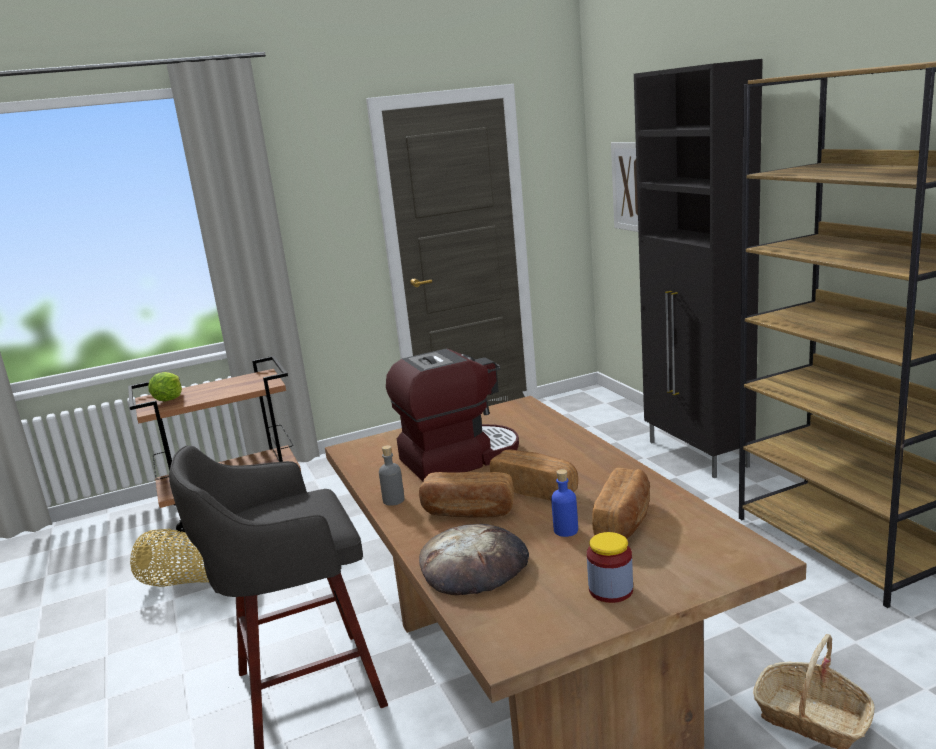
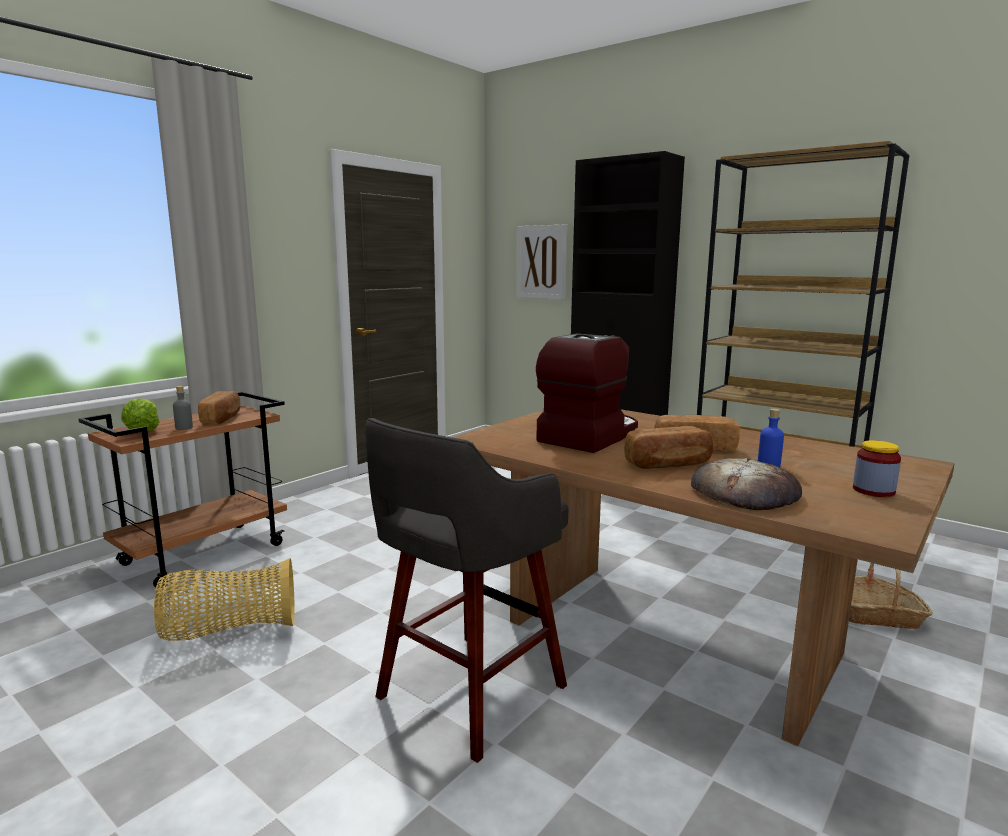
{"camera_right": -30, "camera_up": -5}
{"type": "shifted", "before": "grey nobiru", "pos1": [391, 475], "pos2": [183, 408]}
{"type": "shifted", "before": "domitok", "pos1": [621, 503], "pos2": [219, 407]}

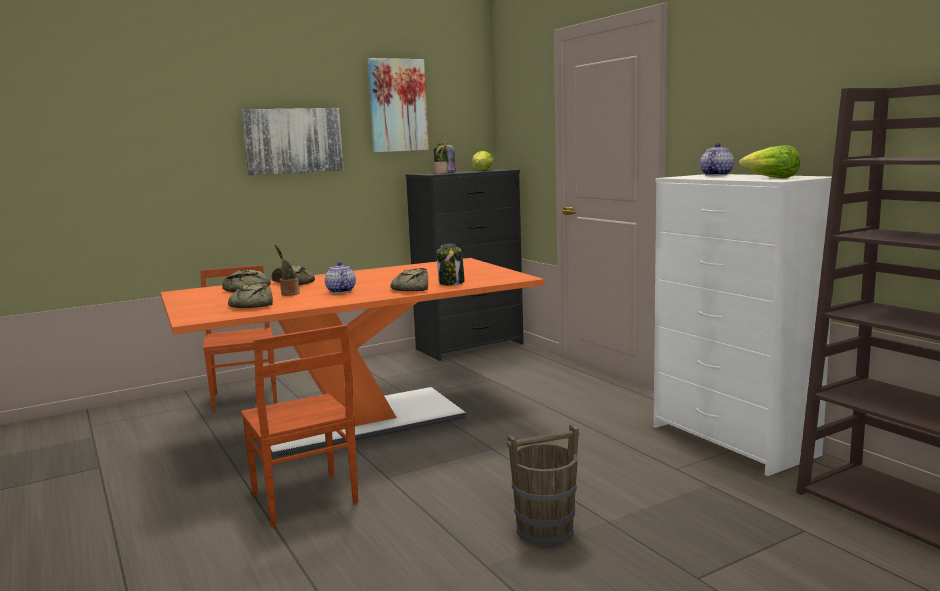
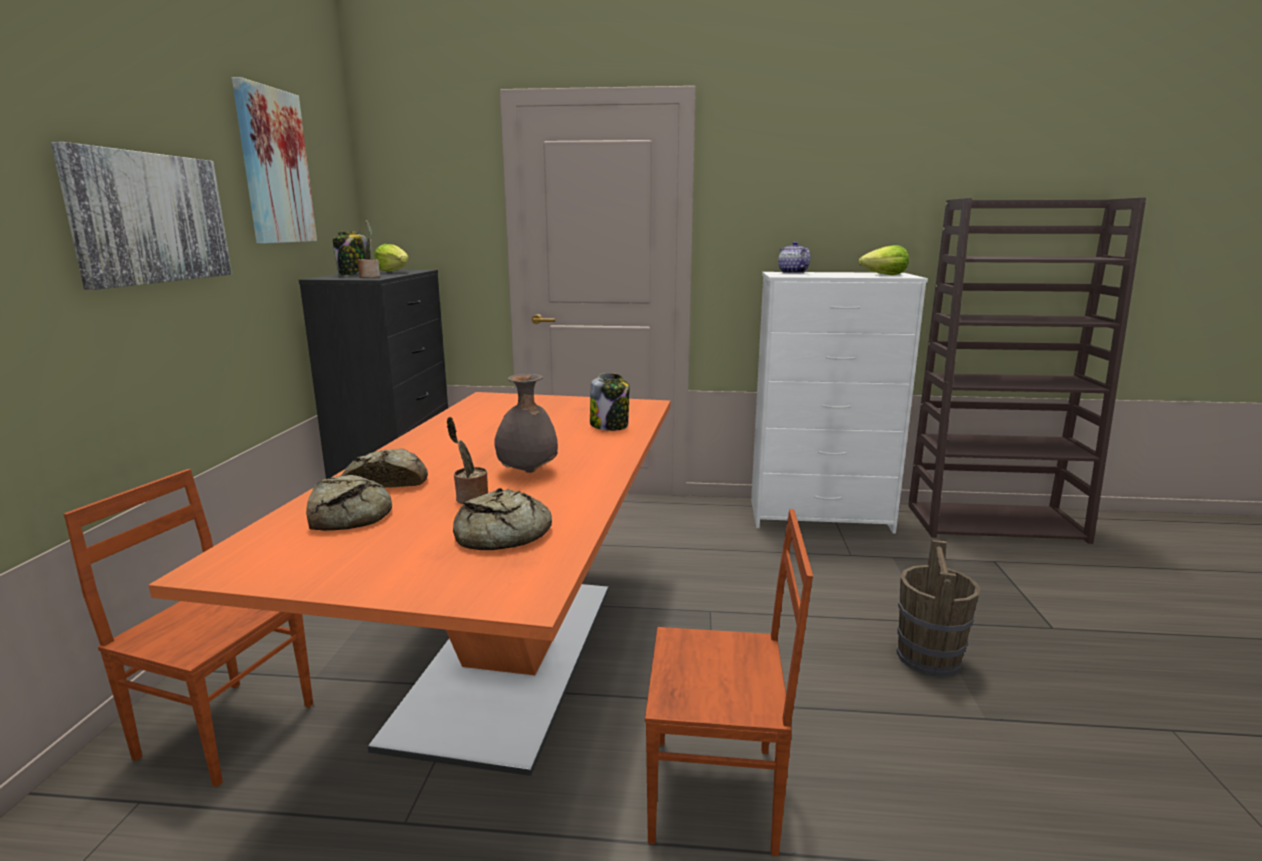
{"camera_right": -55, "camera_up": 5}
{"type": "swapped", "before": "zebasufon", "after": "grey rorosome", "pos1": [340, 277], "pos2": [526, 423]}
{"type": "gone", "before": "domitok", "pos1": [409, 279]}

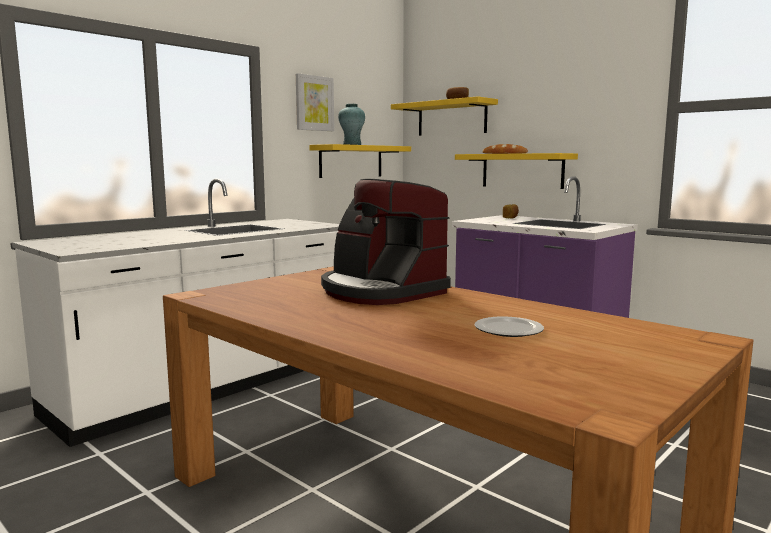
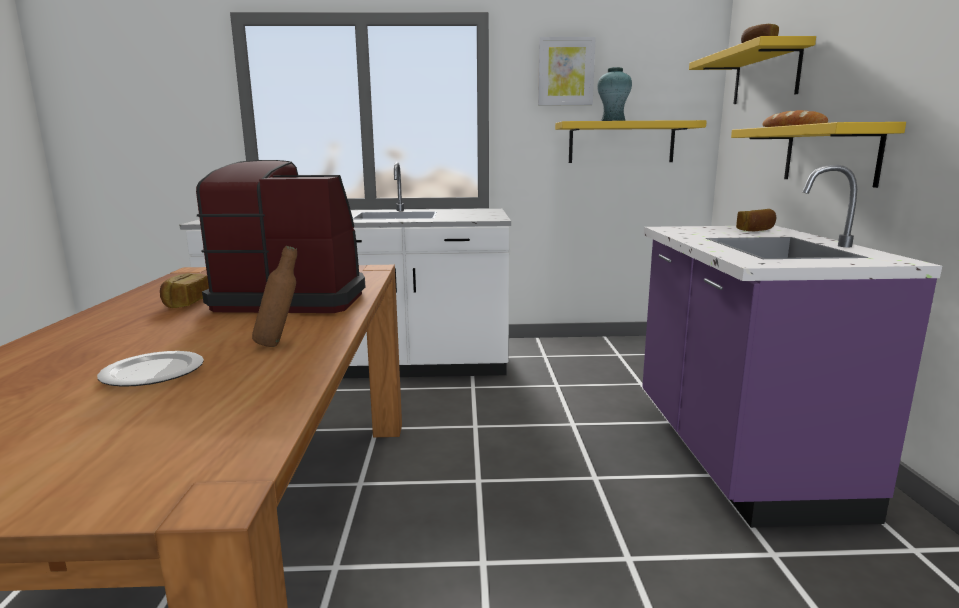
{"camera_right": 45, "camera_up": 5}
{"type": "rotated", "before": "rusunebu", "pos1": [386, 242], "pos2": [280, 236], "turn": 90}
{"type": "new", "after": "domitok", "pos2": [184, 290]}
{"type": "new", "after": "brown nobiru", "pos2": [274, 296]}

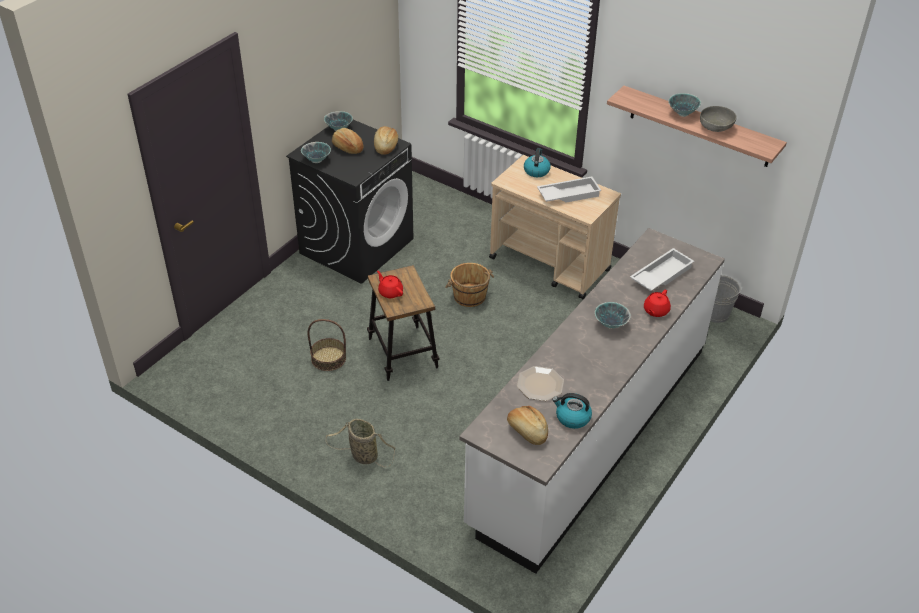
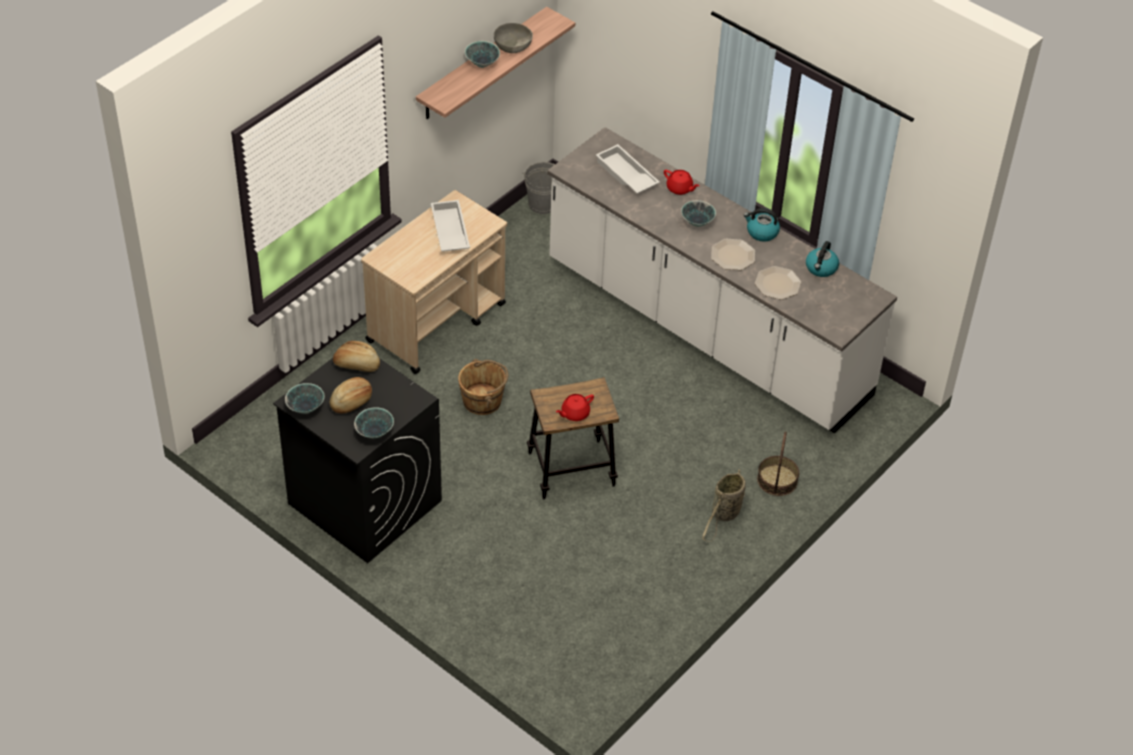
{"camera_right": -85, "camera_up": 5}
{"type": "shifted", "before": "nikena", "pos1": [327, 345], "pos2": [778, 464]}
{"type": "gone", "before": "domitok", "pos1": [527, 425]}
{"type": "shifted", "before": "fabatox", "pos1": [537, 162], "pos2": [762, 225]}
{"type": "new", "after": "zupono", "pos2": [733, 254]}

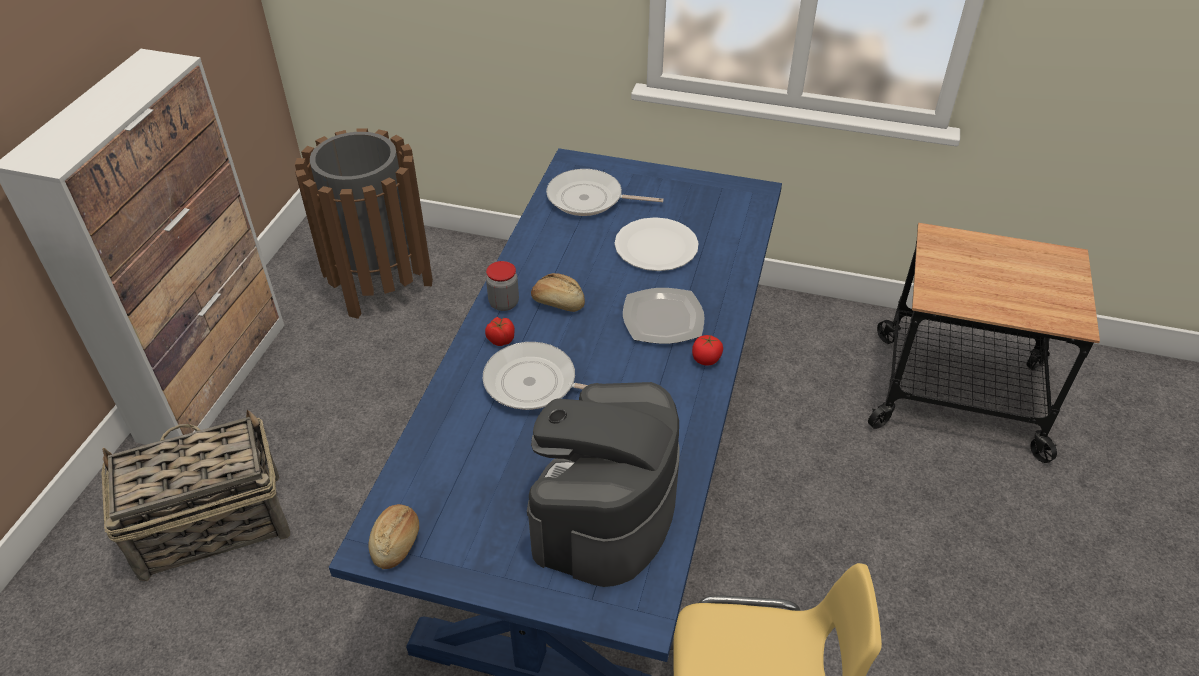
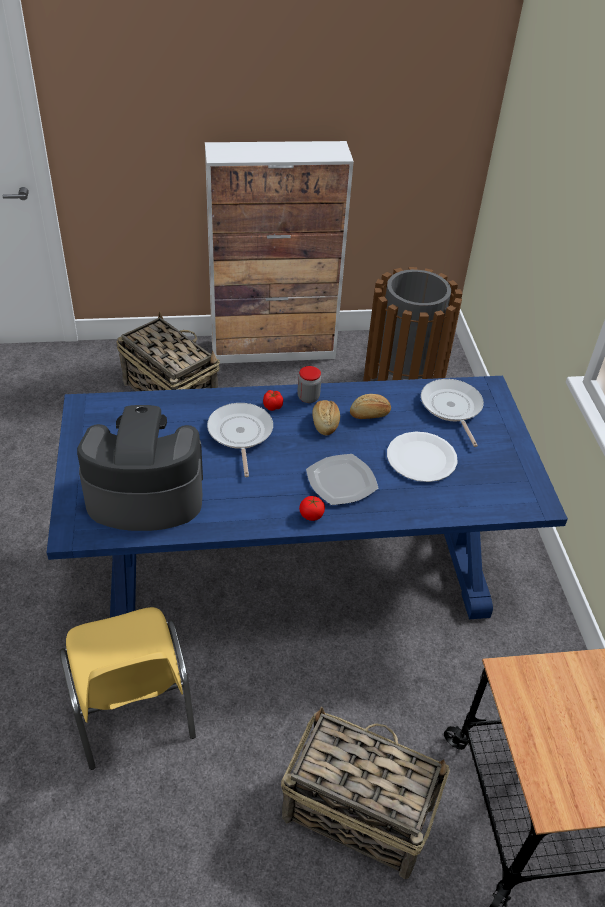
{"camera_right": 65, "camera_up": 0}
{"type": "shifted", "before": "domitok", "pos1": [393, 537], "pos2": [370, 406]}
{"type": "new", "after": "nikena", "pos2": [365, 793]}

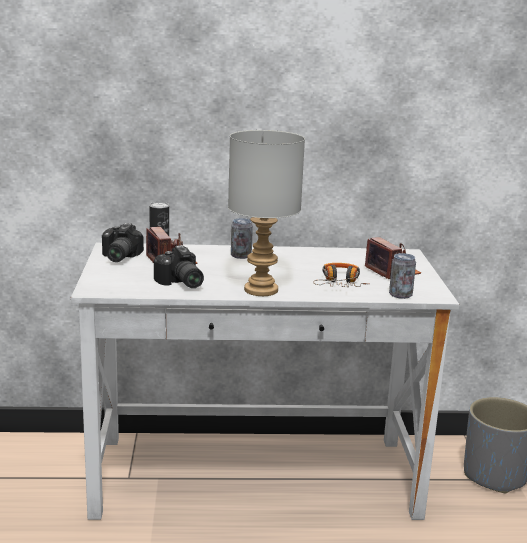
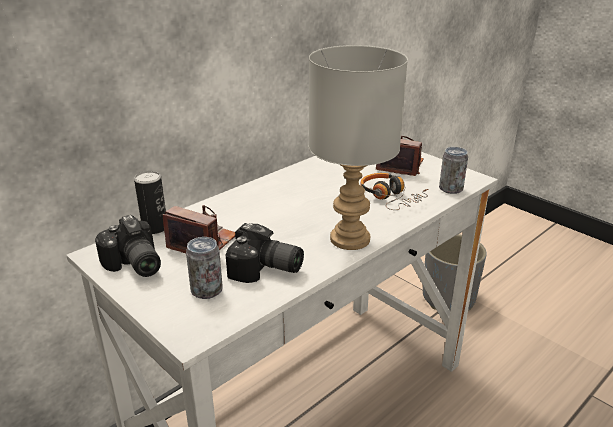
{"camera_right": -40, "camera_up": 10}
{"type": "shifted", "before": "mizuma", "pos1": [242, 238], "pos2": [204, 268]}

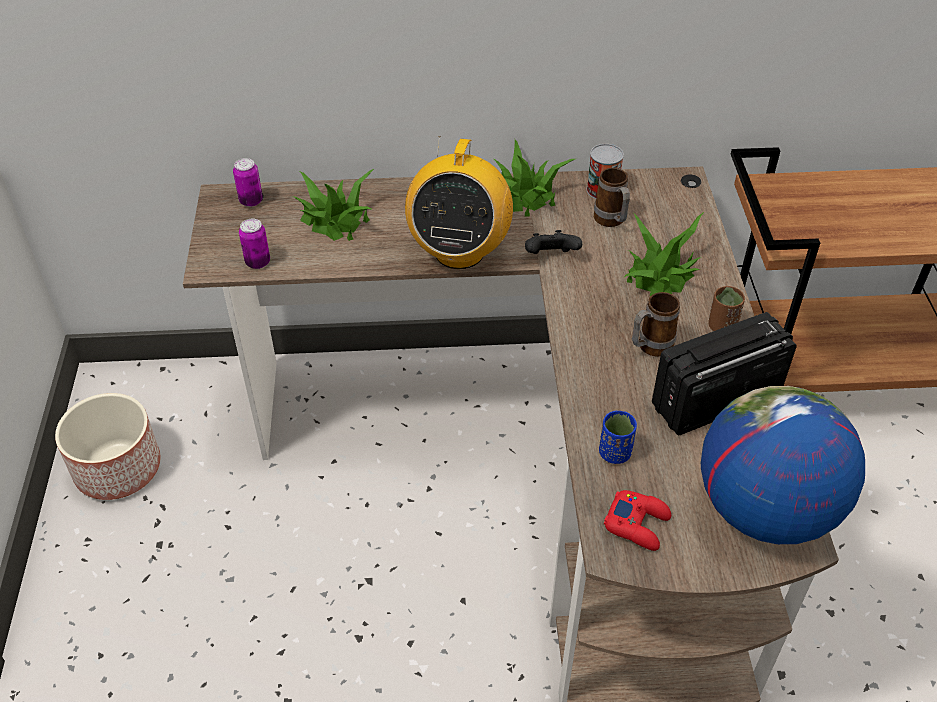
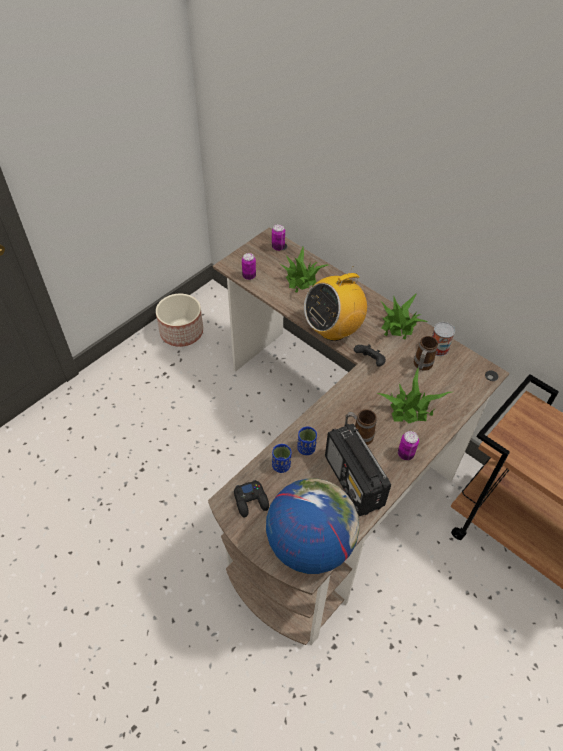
{"camera_right": 45, "camera_up": 5}
{"type": "repainted", "before": "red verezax", "after": "black verezax", "pos1": [637, 520], "pos2": [251, 498]}
{"type": "rotated", "before": "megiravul", "pos1": [724, 374], "pos2": [358, 470], "turn": -135}
{"type": "swapped", "before": "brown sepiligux", "after": "mizuma", "pos1": [726, 308], "pos2": [408, 445]}
{"type": "new", "after": "blue sepiligux", "pos2": [307, 440]}

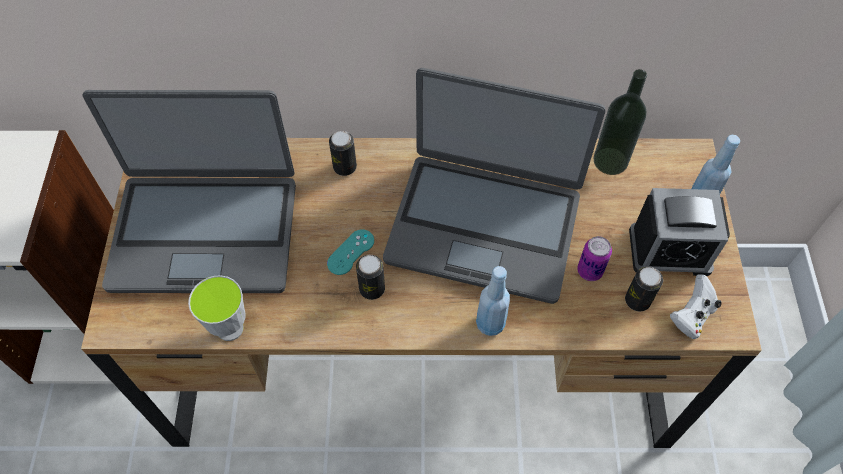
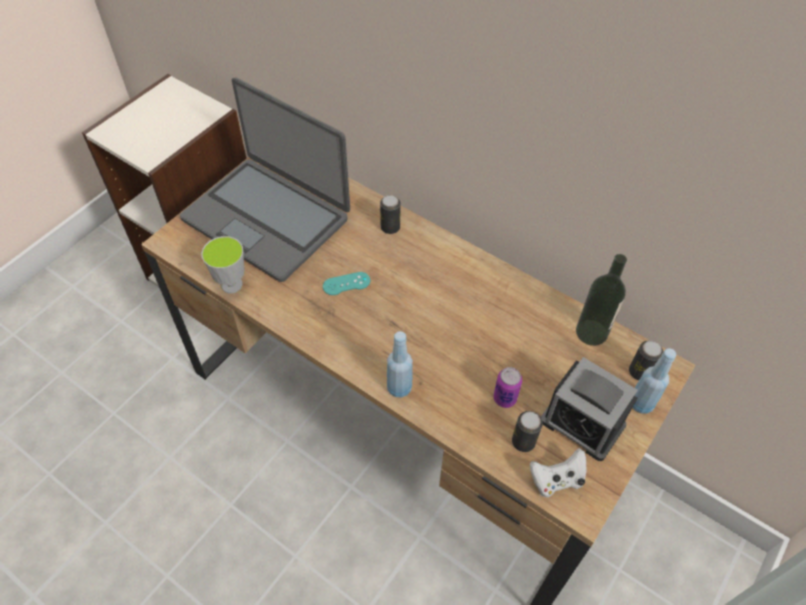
{"camera_right": 35, "camera_up": -5}
{"type": "shifted", "before": "mizuma", "pos1": [370, 277], "pos2": [646, 360]}
{"type": "gone", "before": "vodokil", "pos1": [494, 186]}

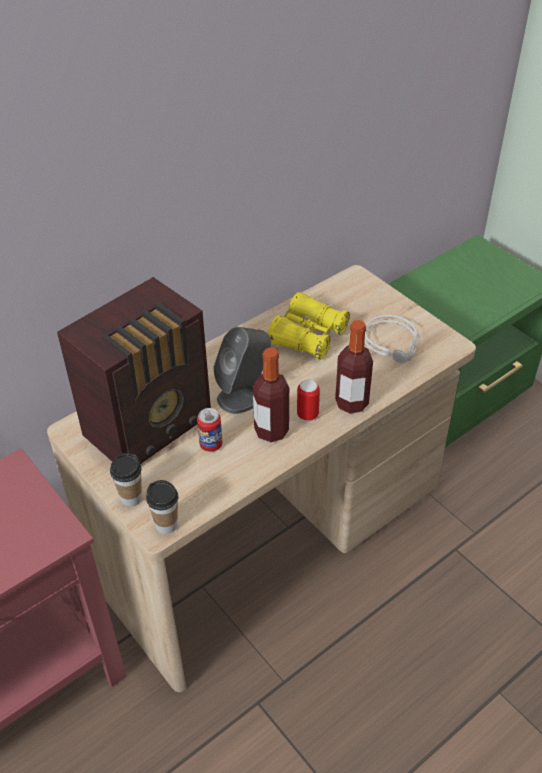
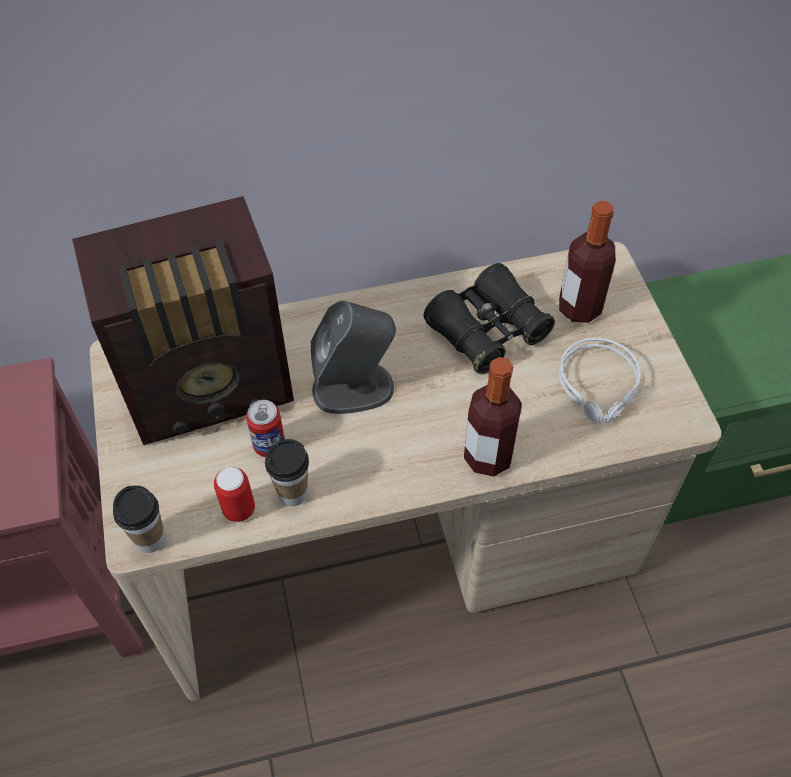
{"camera_right": 25, "camera_up": 10}
{"type": "shifted", "before": "sepiligux", "pos1": [126, 480], "pos2": [287, 472]}
{"type": "shifted", "before": "nobiru", "pos1": [271, 395], "pos2": [587, 262]}
{"type": "repainted", "before": "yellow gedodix", "after": "black gedodix", "pos1": [308, 326], "pos2": [489, 318]}
{"type": "shifted", "before": "mizuma", "pos1": [308, 400], "pos2": [234, 494]}

